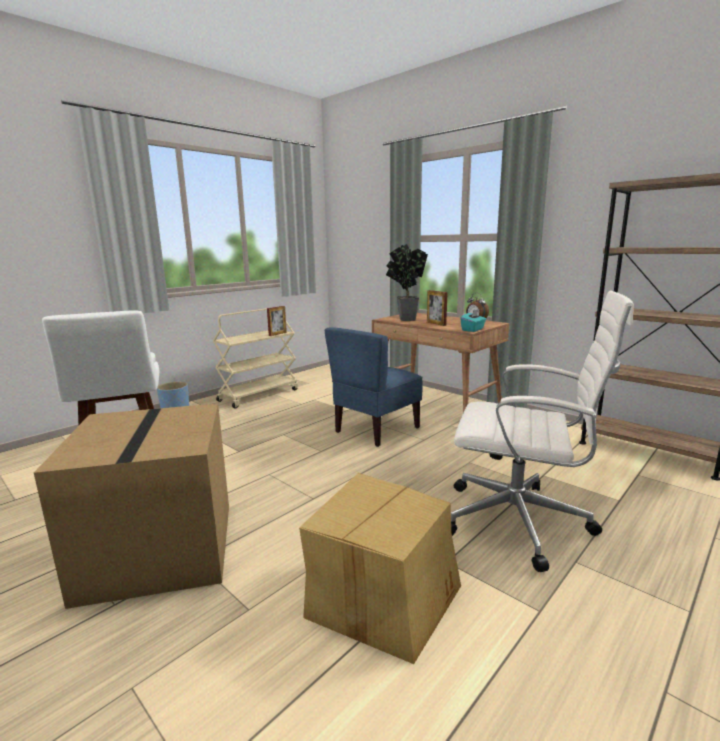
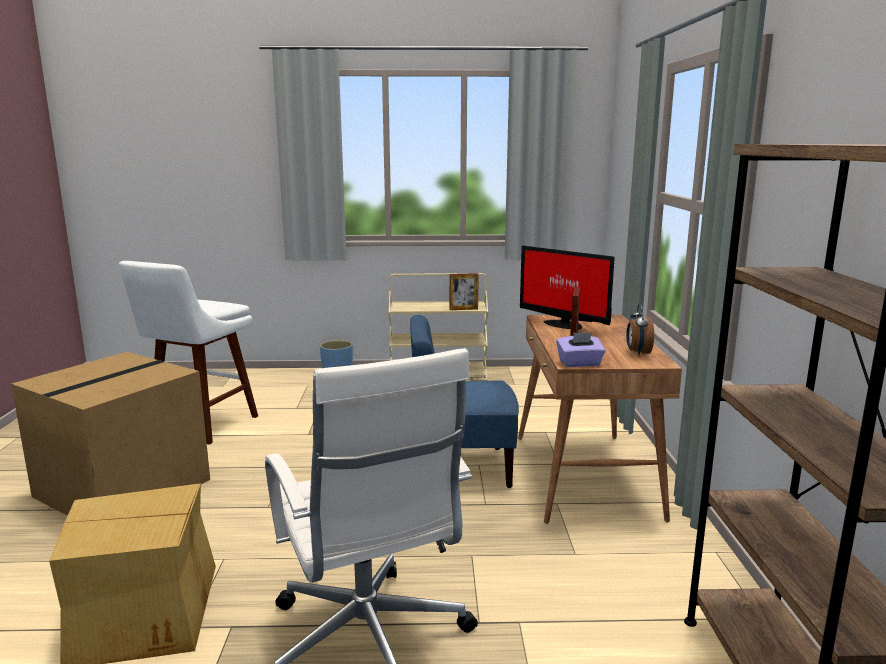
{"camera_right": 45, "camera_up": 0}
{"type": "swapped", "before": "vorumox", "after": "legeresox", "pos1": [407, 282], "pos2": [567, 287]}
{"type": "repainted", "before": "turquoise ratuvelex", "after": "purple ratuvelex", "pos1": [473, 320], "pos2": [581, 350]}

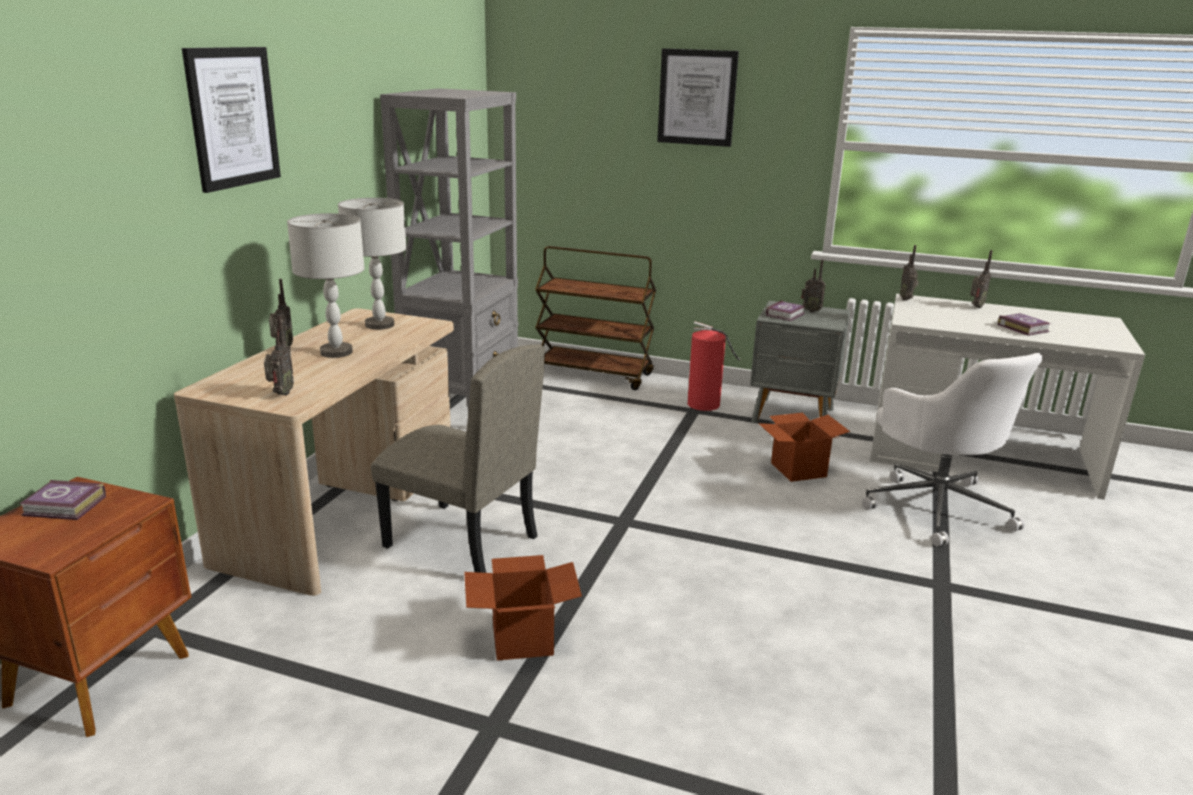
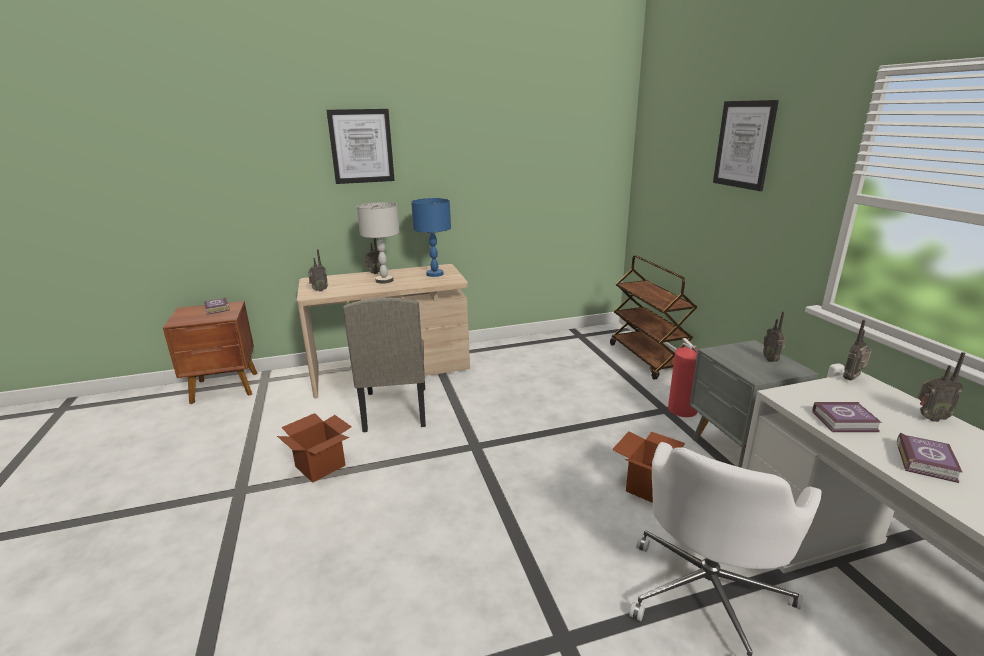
{"camera_right": 55, "camera_up": 0}
{"type": "repainted", "before": "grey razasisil", "after": "blue razasisil", "pos1": [372, 264], "pos2": [431, 237]}
{"type": "gone", "before": "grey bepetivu", "pos1": [449, 249]}
{"type": "shifted", "before": "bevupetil", "pos1": [786, 311], "pos2": [847, 417]}

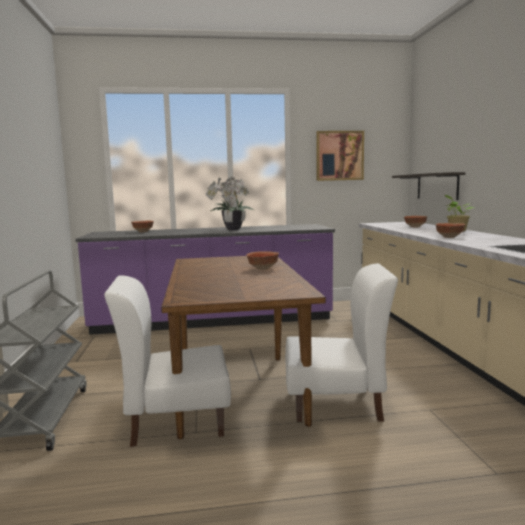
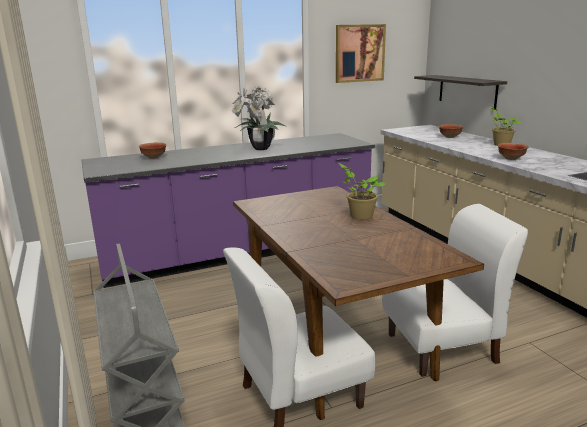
{"camera_right": -15, "camera_up": 10}
{"type": "swapped", "before": "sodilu", "after": "vorumox", "pos1": [262, 260], "pos2": [362, 191]}

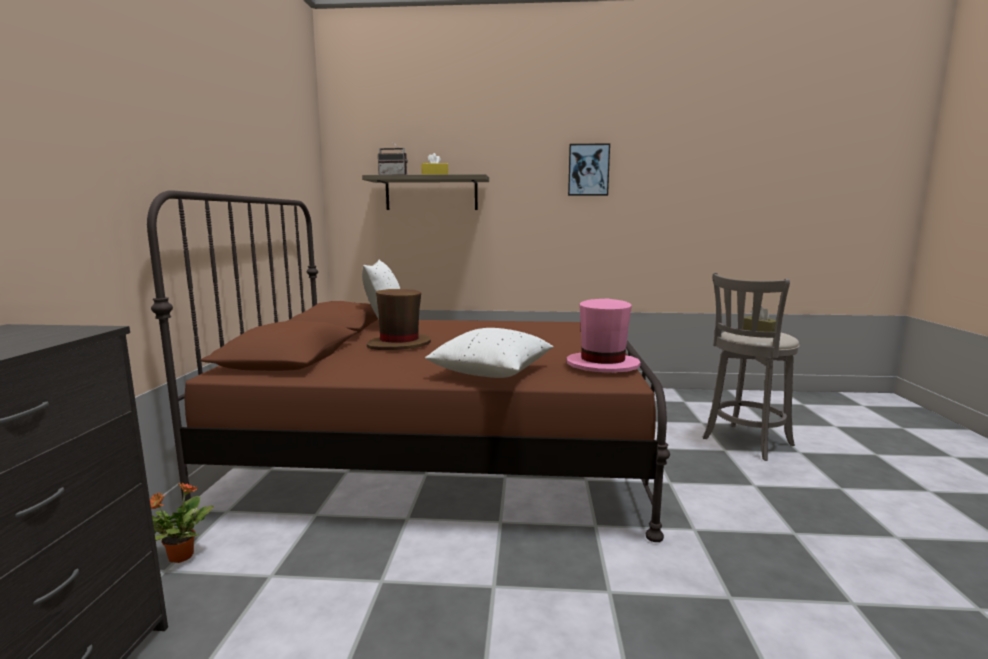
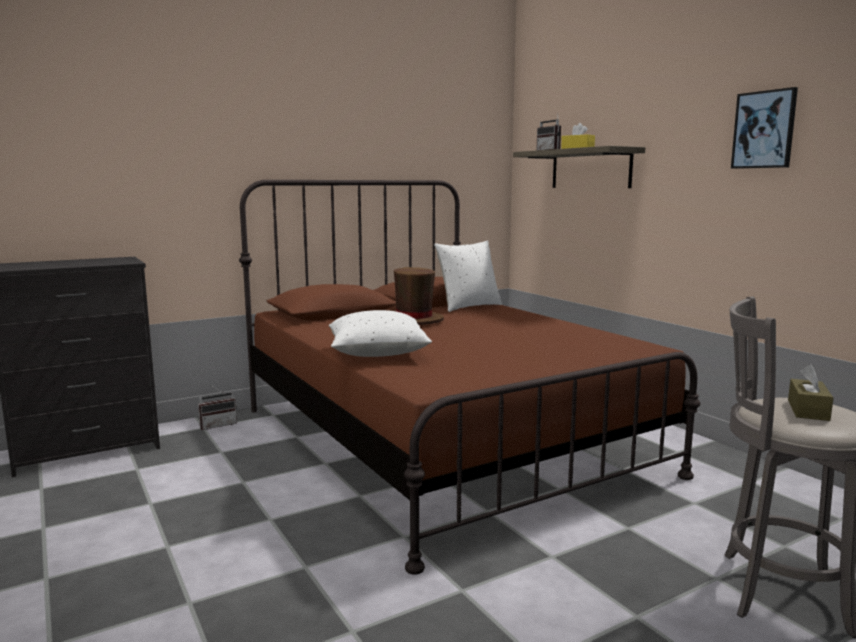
{"camera_right": 55, "camera_up": 0}
{"type": "swapped", "before": "vorumox", "after": "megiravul", "pos1": [182, 523], "pos2": [217, 407]}
{"type": "gone", "before": "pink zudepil", "pos1": [603, 336]}

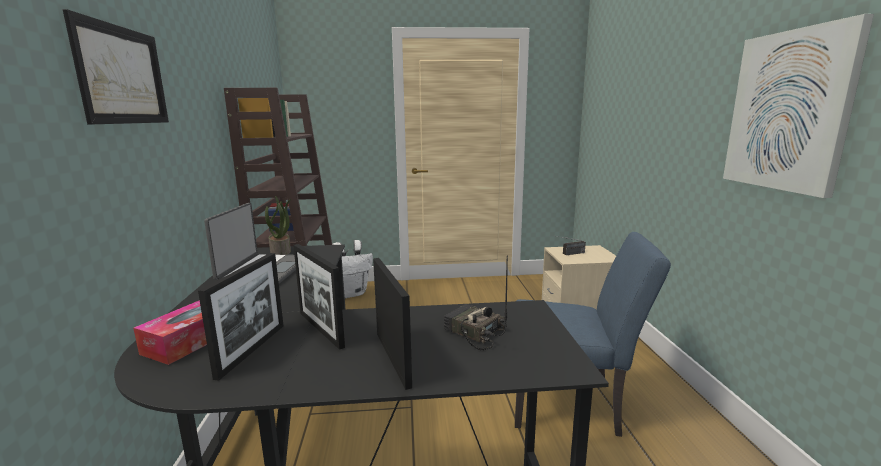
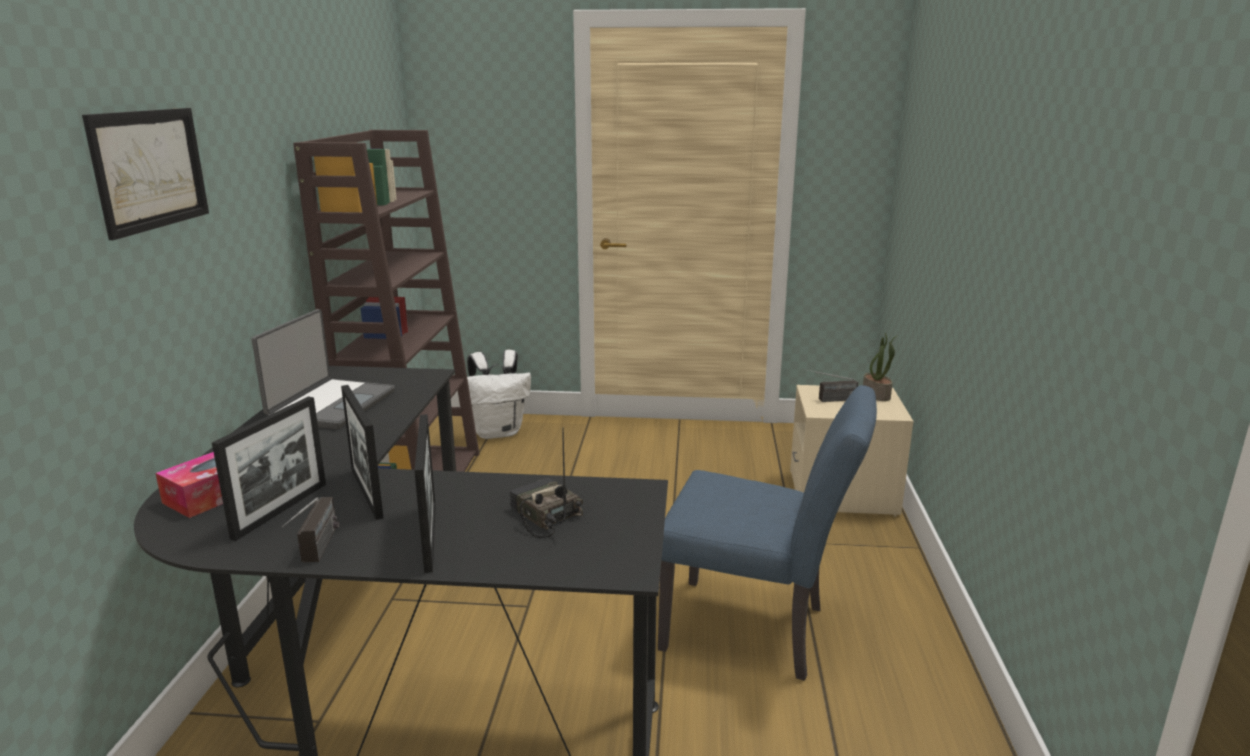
{"camera_right": 10, "camera_up": 5}
{"type": "shifted", "before": "vorumox", "pos1": [278, 225], "pos2": [880, 367]}
{"type": "gone", "before": "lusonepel", "pos1": [798, 106]}
{"type": "new", "after": "megiravul", "pos2": [310, 529]}

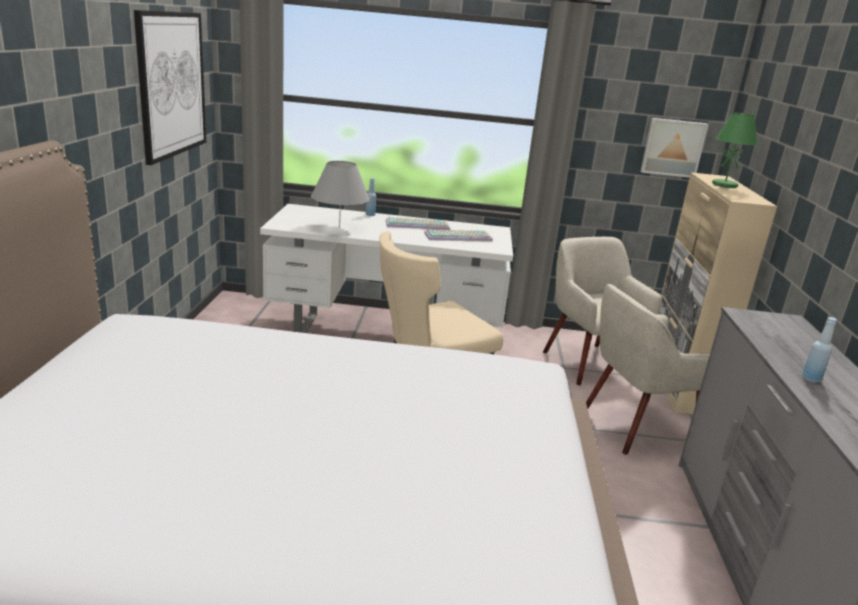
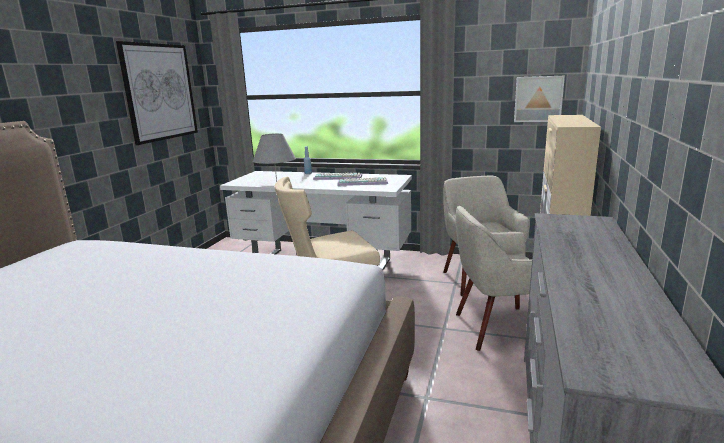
{"camera_right": 15, "camera_up": -5}
{"type": "gone", "before": "green razasisil", "pos1": [734, 150]}
{"type": "gone", "before": "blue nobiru", "pos1": [819, 350]}

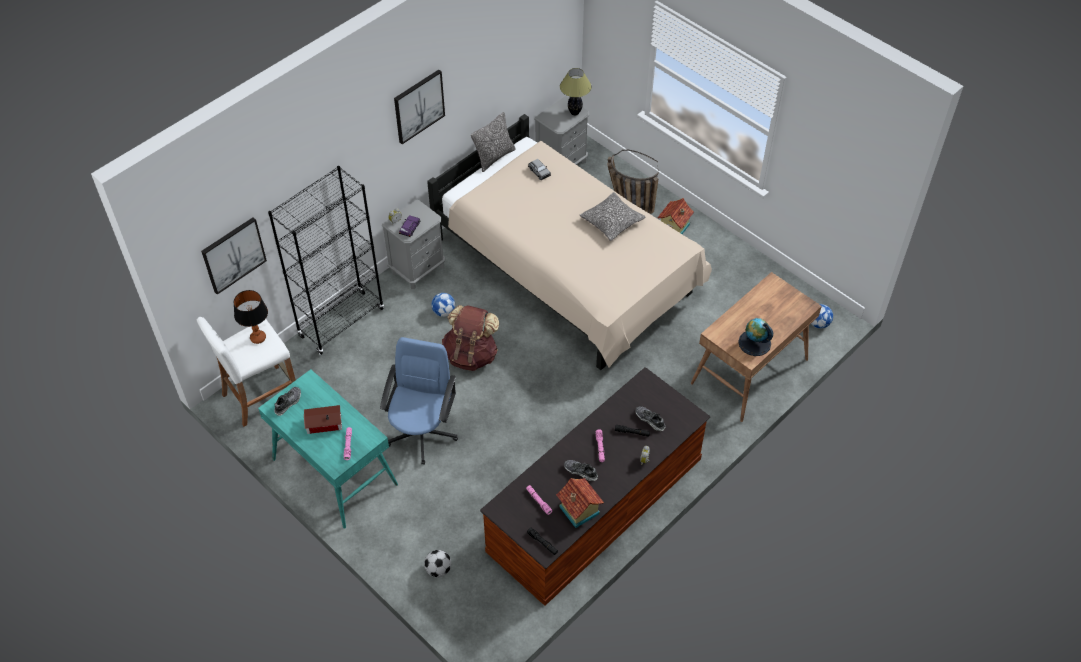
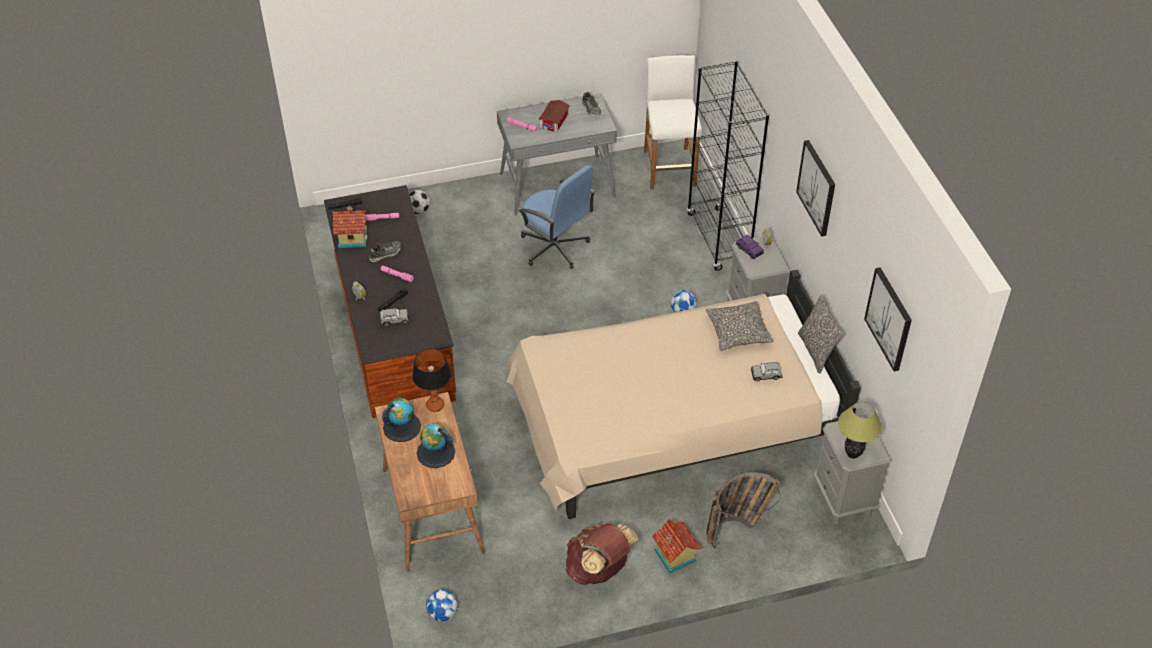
{"camera_right": 120, "camera_up": -5}
{"type": "shifted", "before": "lusonepel", "pos1": [234, 256], "pos2": [888, 319]}
{"type": "shifted", "before": "razasisil", "pos1": [251, 317], "pos2": [431, 380]}
{"type": "repainted", "before": "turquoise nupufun", "after": "grey nupufun", "pos1": [328, 448], "pos2": [557, 154]}
{"type": "shifted", "before": "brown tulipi", "pos1": [470, 338], "pos2": [602, 554]}
{"type": "shifted", "before": "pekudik", "pos1": [613, 216], "pos2": [739, 326]}
{"type": "swapped", "before": "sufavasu", "after": "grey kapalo", "pos1": [650, 418], "pos2": [394, 317]}
{"type": "new", "after": "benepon", "pos2": [436, 445]}

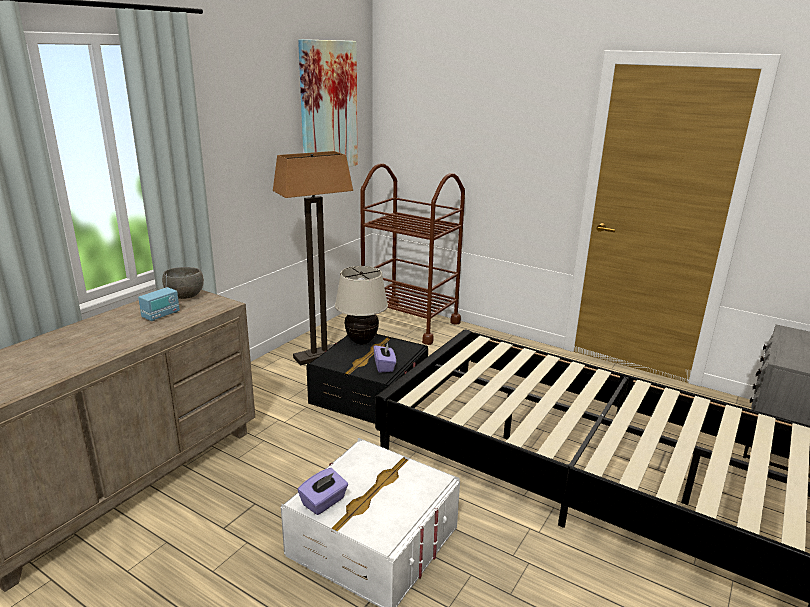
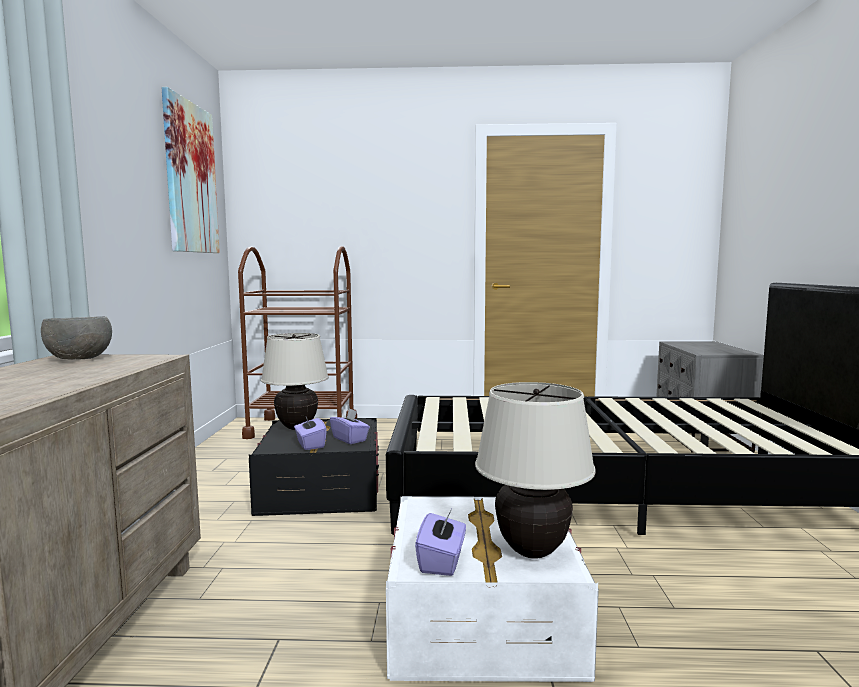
{"camera_right": -30, "camera_up": -15}
{"type": "gone", "before": "megiravul", "pos1": [159, 297]}
{"type": "gone", "before": "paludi", "pos1": [313, 258]}
{"type": "new", "after": "purple ratuvelex", "pos2": [310, 433]}
{"type": "new", "after": "beige razasisil", "pos2": [535, 470]}

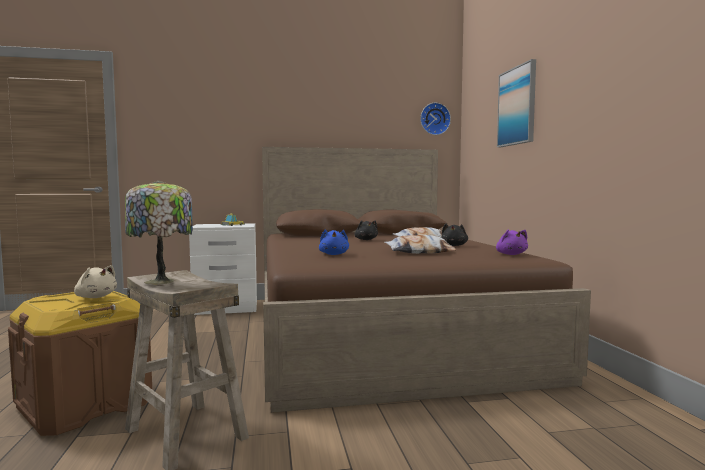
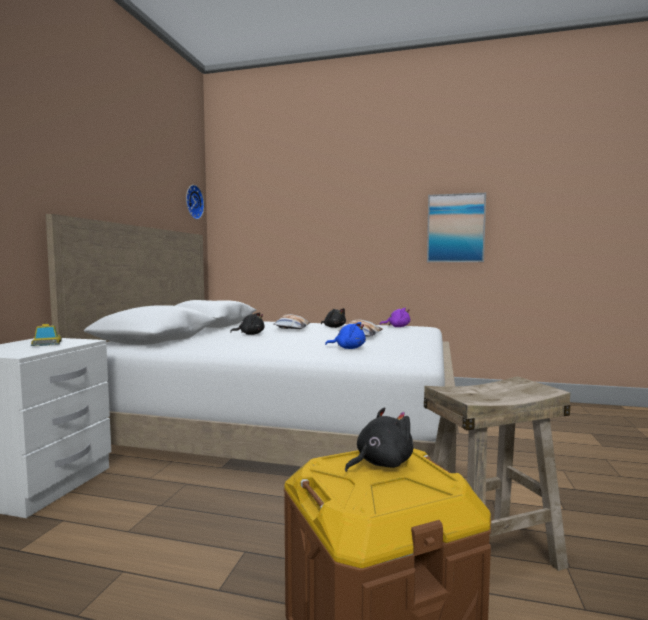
{"camera_right": -65, "camera_up": 0}
{"type": "repainted", "before": "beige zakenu", "after": "black zakenu", "pos1": [95, 281], "pos2": [379, 439]}
{"type": "gone", "before": "razasisil", "pos1": [159, 232]}
{"type": "repainted", "before": "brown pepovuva", "after": "white pepovuva", "pos1": [426, 280], "pos2": [251, 343]}
{"type": "shifted", "before": "lusonepel", "pos1": [516, 103], "pos2": [456, 227]}

